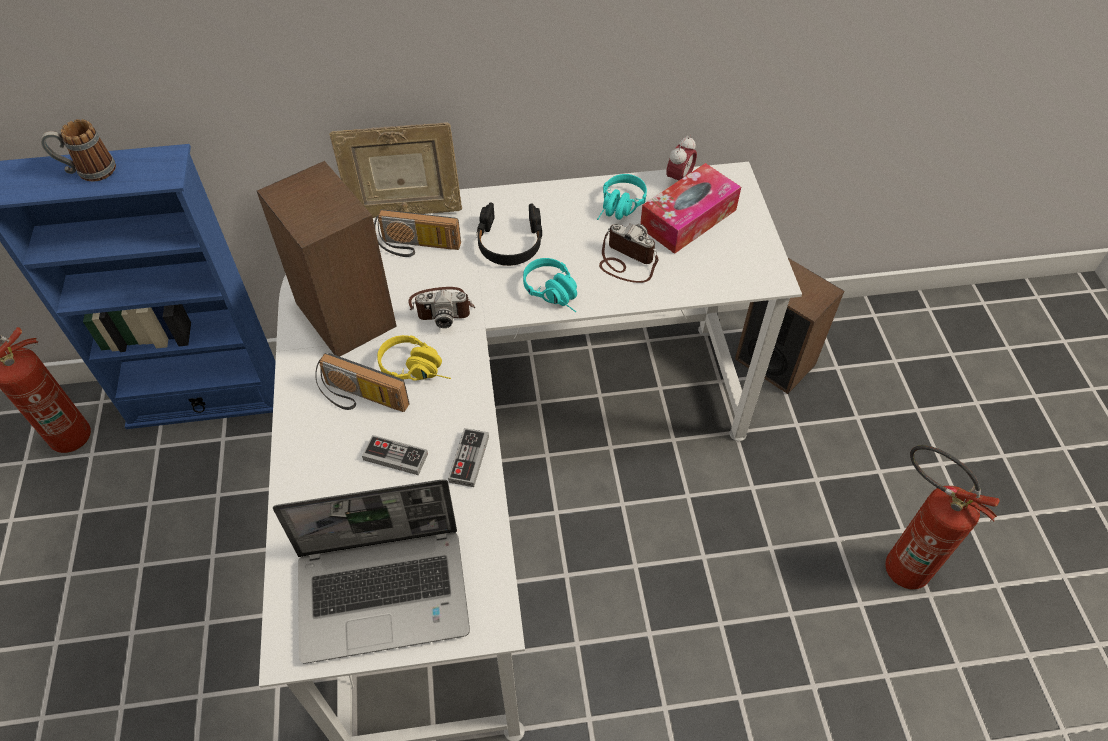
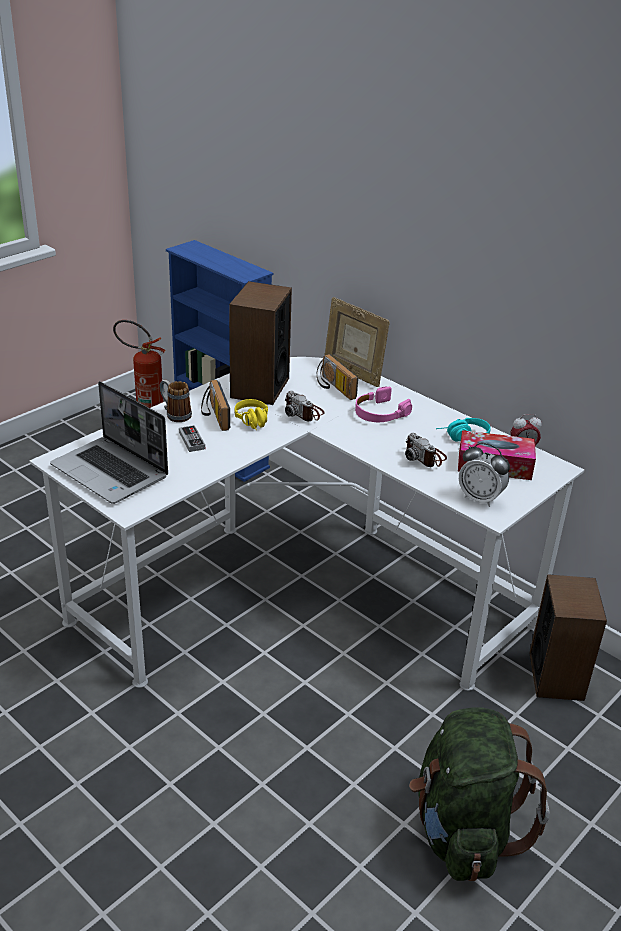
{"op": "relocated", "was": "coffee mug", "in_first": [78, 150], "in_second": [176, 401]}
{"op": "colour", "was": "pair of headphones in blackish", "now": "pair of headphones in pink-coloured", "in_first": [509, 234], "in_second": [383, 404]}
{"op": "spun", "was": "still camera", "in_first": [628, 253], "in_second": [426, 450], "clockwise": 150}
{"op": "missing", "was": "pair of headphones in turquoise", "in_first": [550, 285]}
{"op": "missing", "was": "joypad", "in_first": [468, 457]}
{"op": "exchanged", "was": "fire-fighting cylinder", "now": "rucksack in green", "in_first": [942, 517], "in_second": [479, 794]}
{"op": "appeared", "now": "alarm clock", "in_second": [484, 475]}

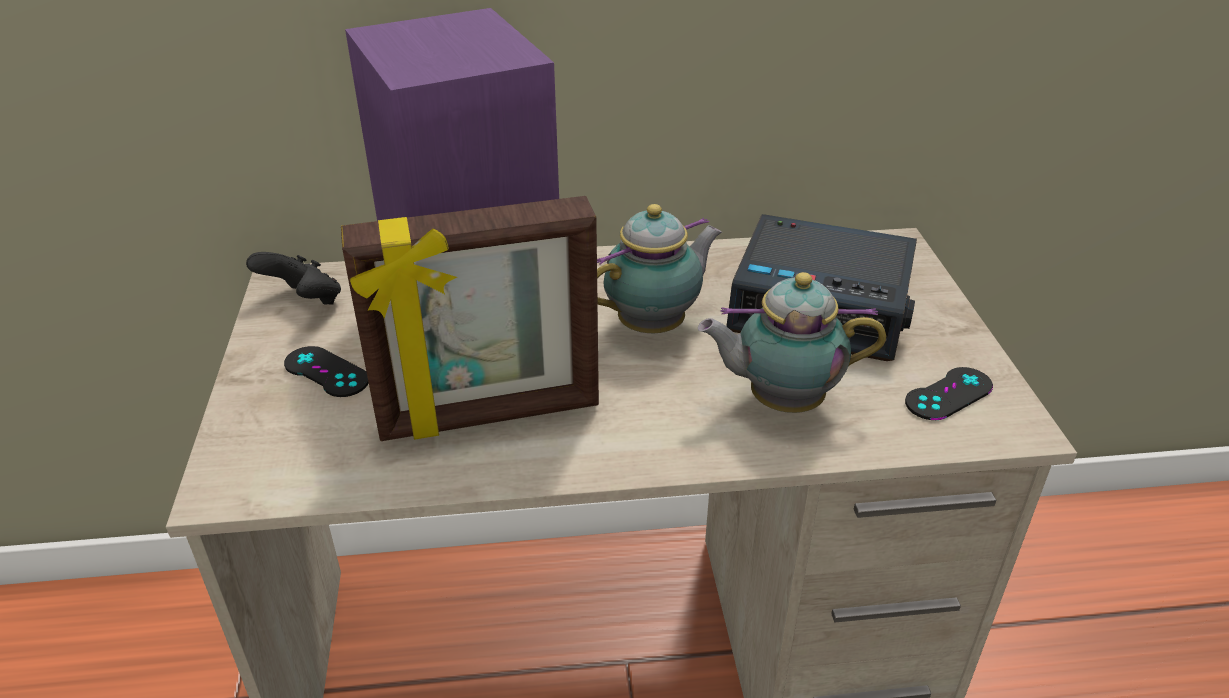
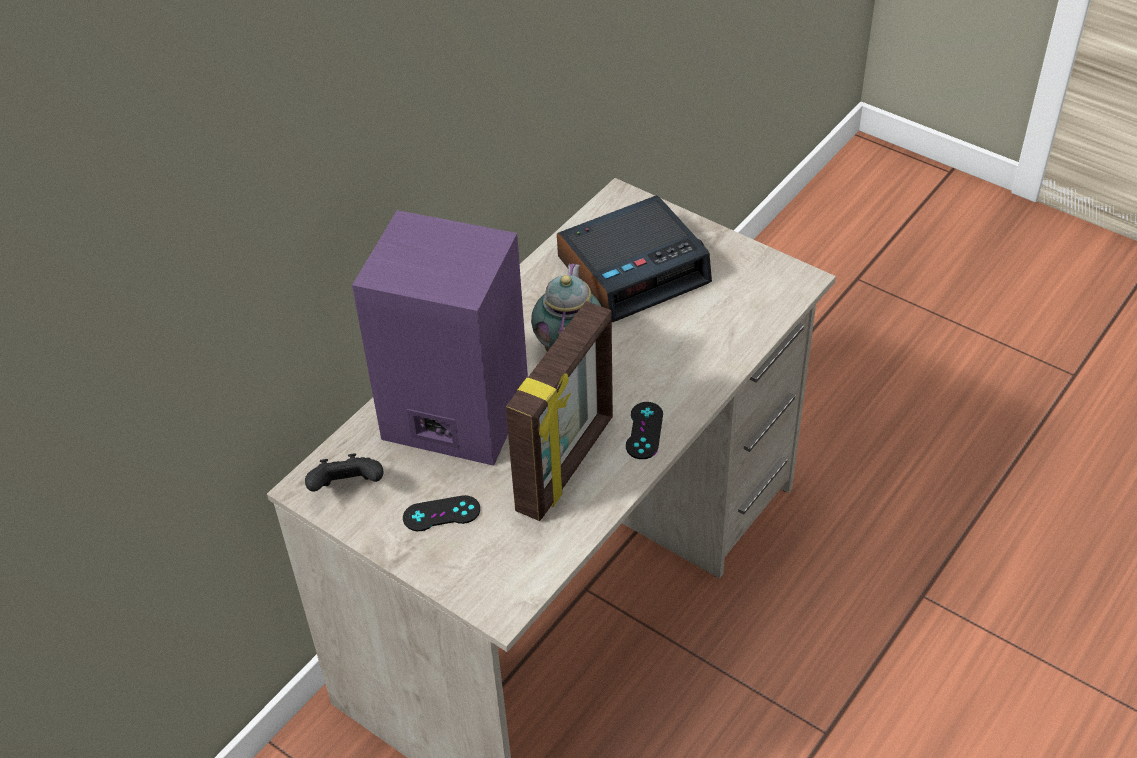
{"op": "missing", "was": "pot for tea", "in_first": [792, 342]}
{"op": "relocated", "was": "joypad in blackish", "in_first": [949, 393], "in_second": [644, 430]}

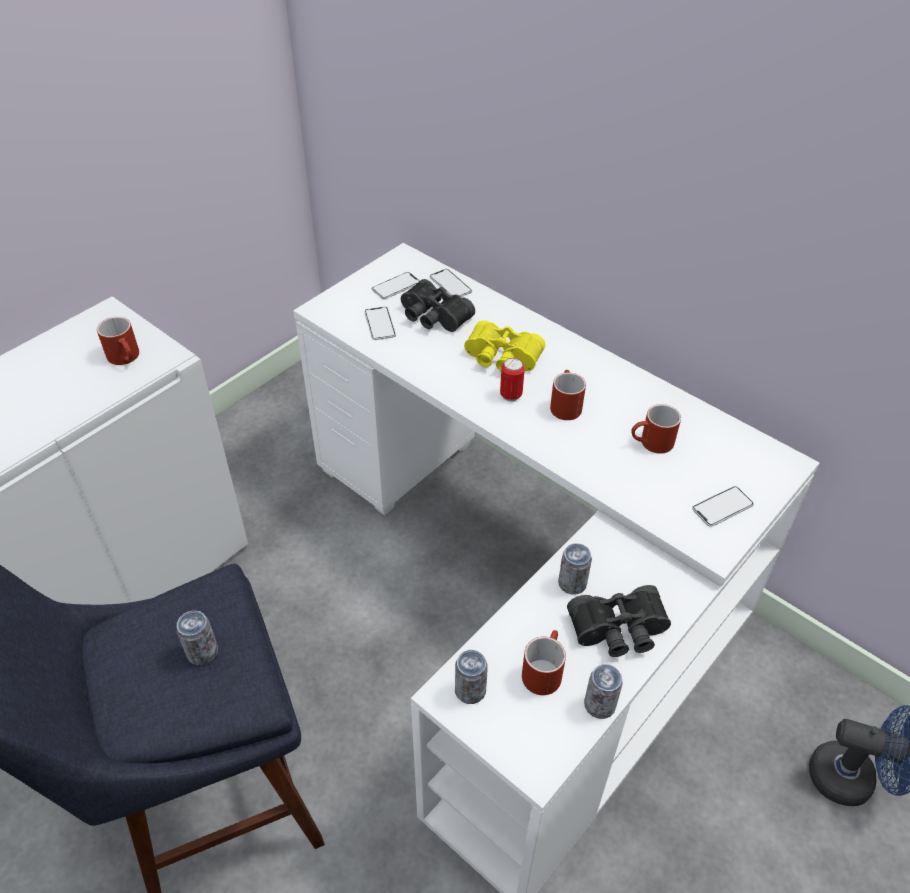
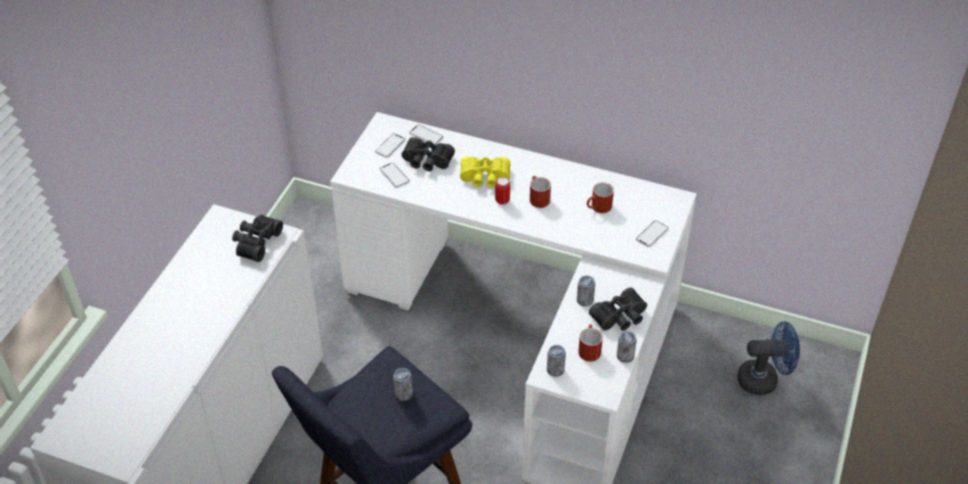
{"op": "exchanged", "was": "coffee mug in red-coloured", "now": "field glasses in blackish", "in_first": [118, 341], "in_second": [257, 238]}

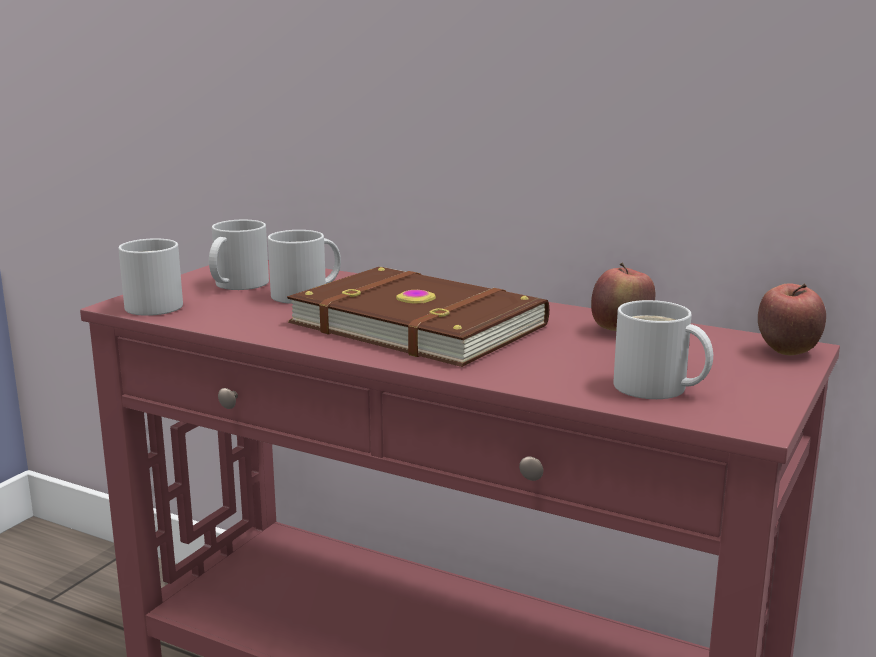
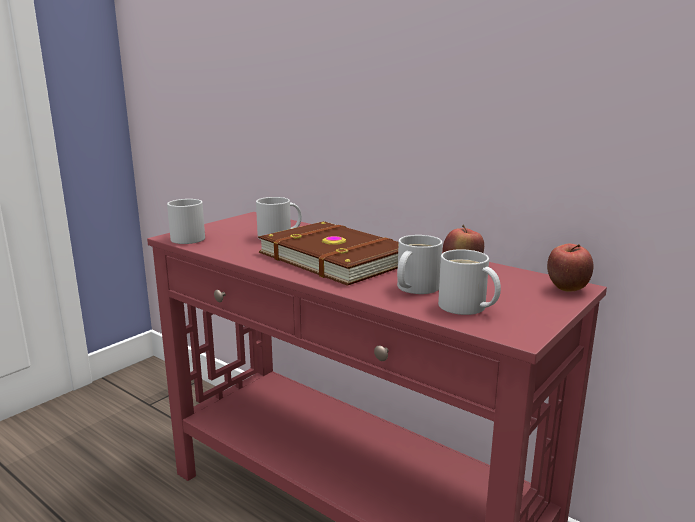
{"op": "relocated", "was": "coffee mug in white", "in_first": [239, 255], "in_second": [420, 264]}

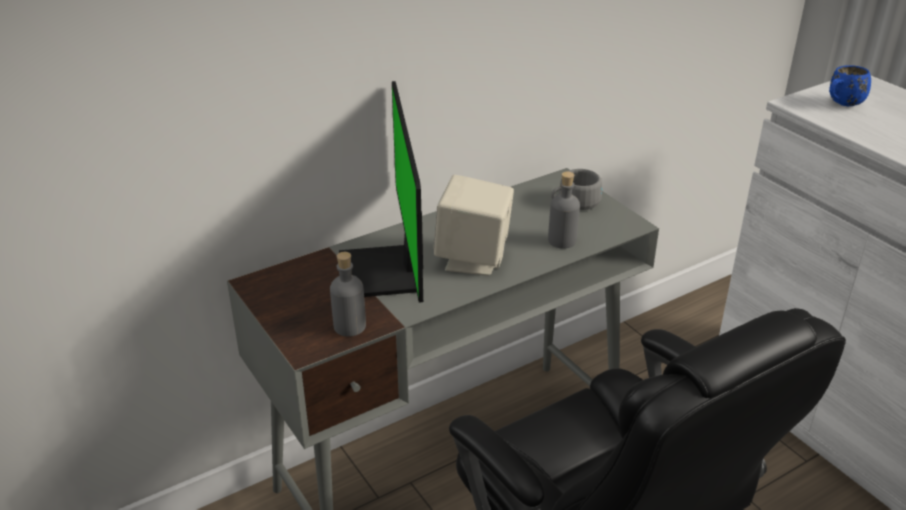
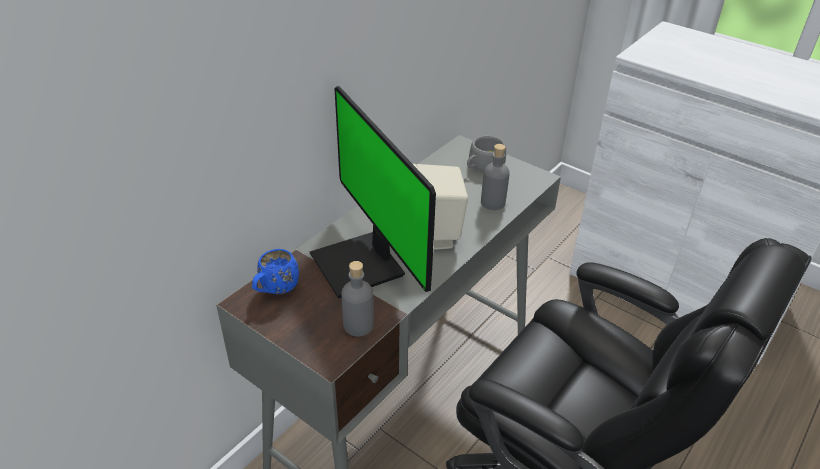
{"op": "relocated", "was": "coffee mug in blue", "in_first": [850, 85], "in_second": [275, 271]}

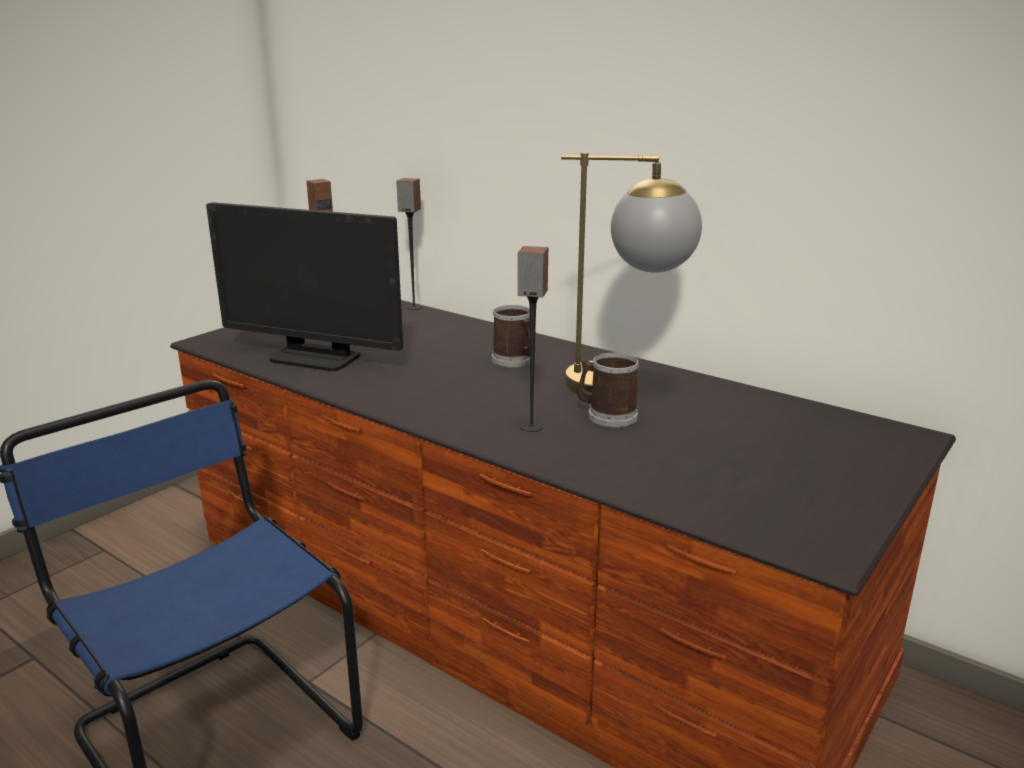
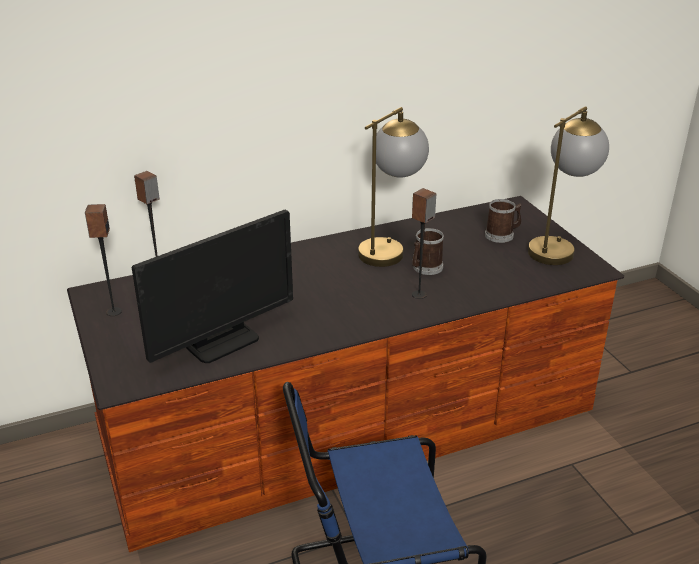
{"op": "relocated", "was": "coffee mug", "in_first": [510, 336], "in_second": [503, 221]}
{"op": "appeared", "now": "table lamp", "in_second": [568, 185]}

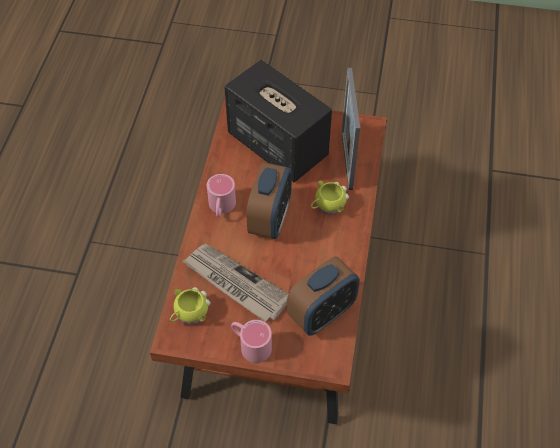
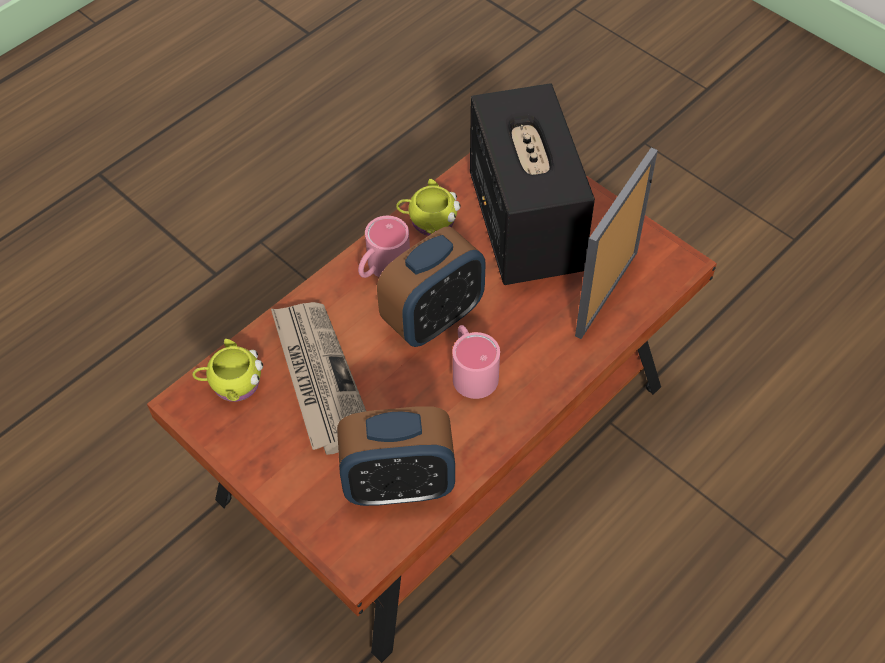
{"op": "relocated", "was": "coffee mug in yellowish", "in_first": [330, 197], "in_second": [428, 207]}
{"op": "relocated", "was": "coffee mug in pink-coloured", "in_first": [251, 341], "in_second": [476, 362]}

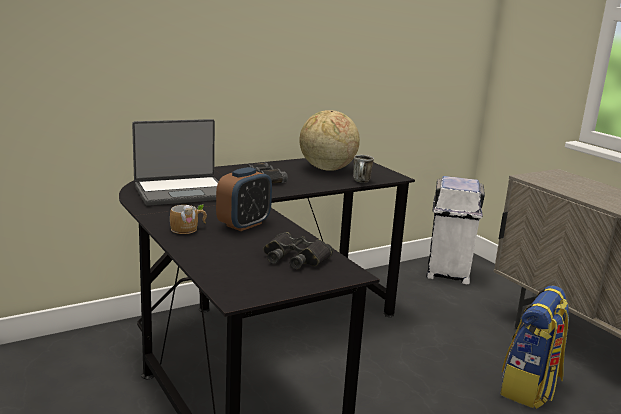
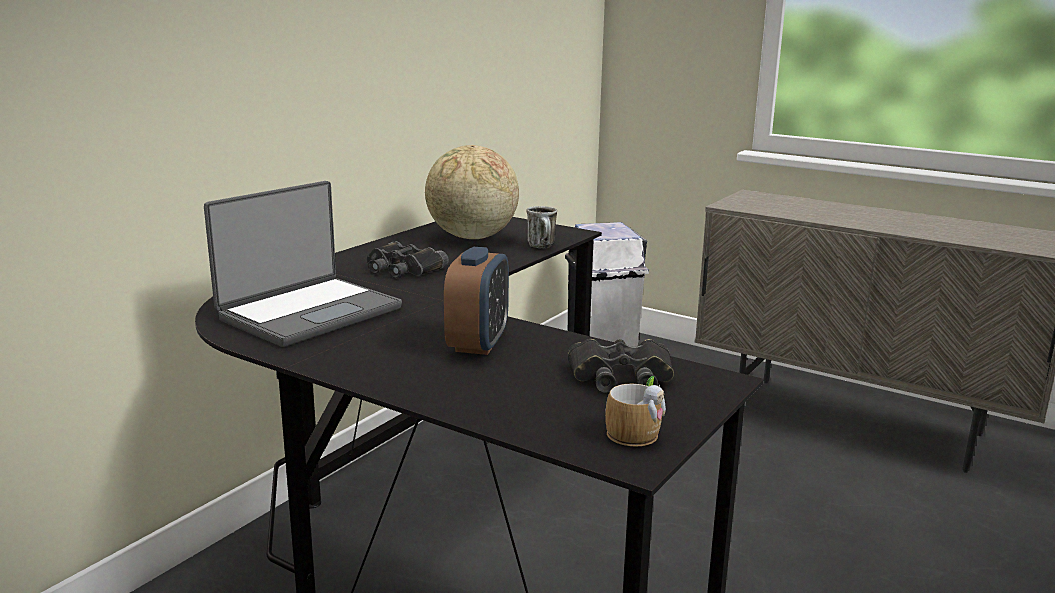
{"op": "relocated", "was": "coffee mug", "in_first": [188, 219], "in_second": [635, 411]}
{"op": "missing", "was": "rucksack", "in_first": [534, 347]}

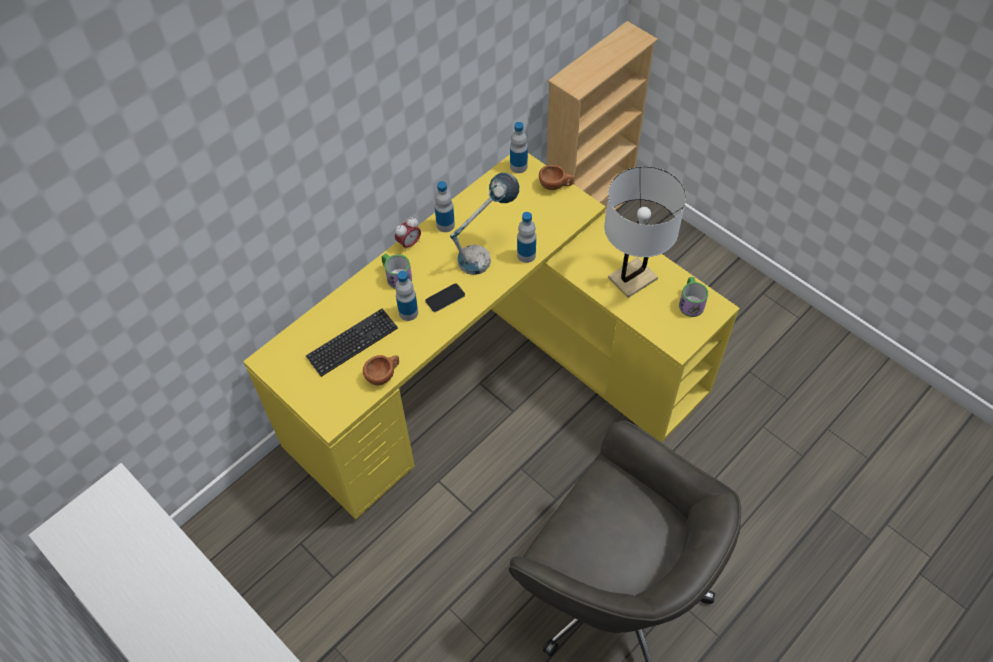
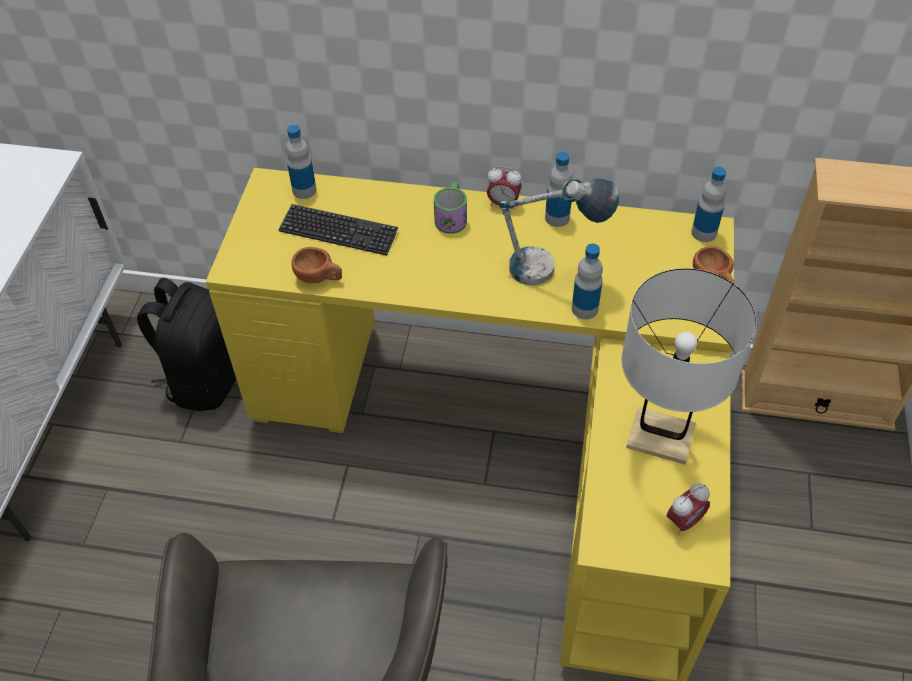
{"op": "relocated", "was": "beverage bottle", "in_first": [406, 296], "in_second": [301, 162]}
{"op": "exchanged", "was": "coffee mug", "now": "alarm clock", "in_first": [693, 297], "in_second": [688, 509]}
{"op": "missing", "was": "handset", "in_first": [445, 297]}
{"op": "appeared", "now": "rucksack in blackish", "in_second": [186, 344]}

